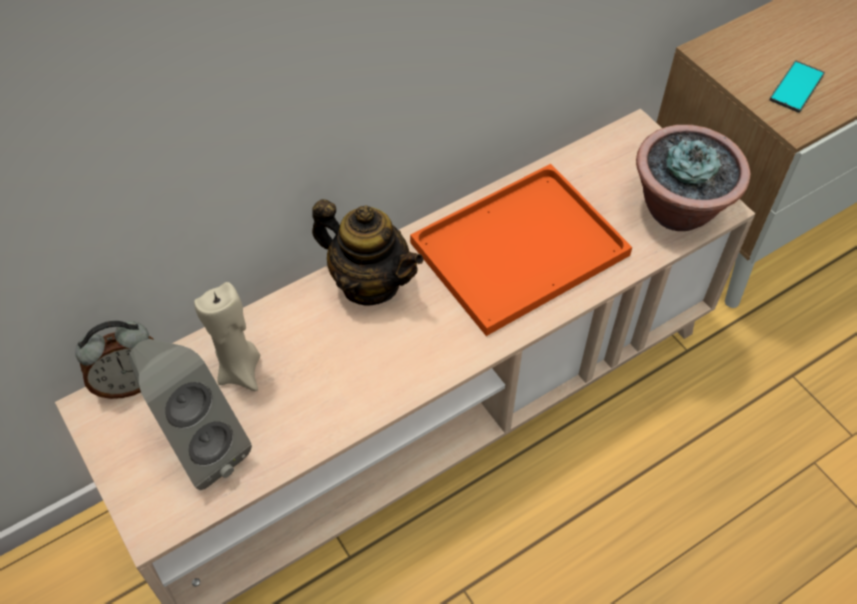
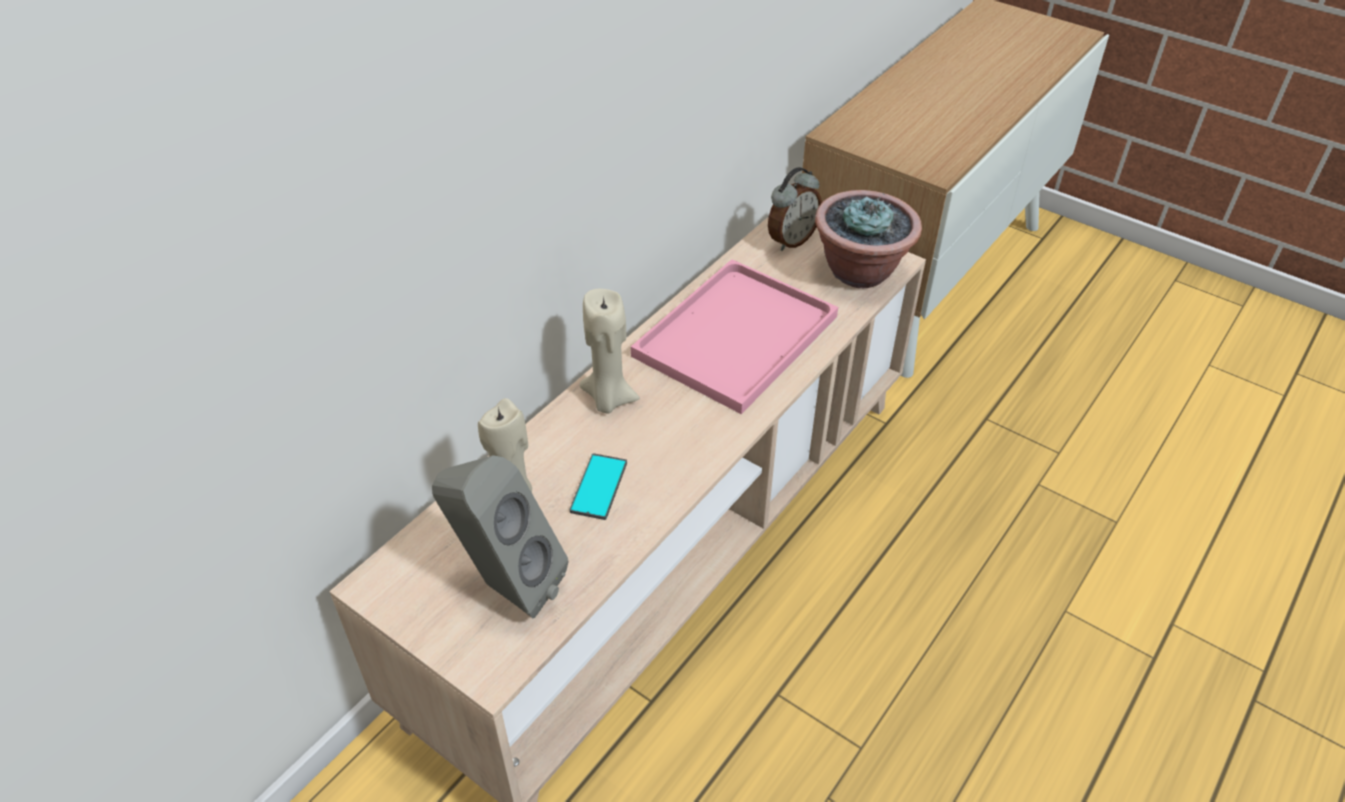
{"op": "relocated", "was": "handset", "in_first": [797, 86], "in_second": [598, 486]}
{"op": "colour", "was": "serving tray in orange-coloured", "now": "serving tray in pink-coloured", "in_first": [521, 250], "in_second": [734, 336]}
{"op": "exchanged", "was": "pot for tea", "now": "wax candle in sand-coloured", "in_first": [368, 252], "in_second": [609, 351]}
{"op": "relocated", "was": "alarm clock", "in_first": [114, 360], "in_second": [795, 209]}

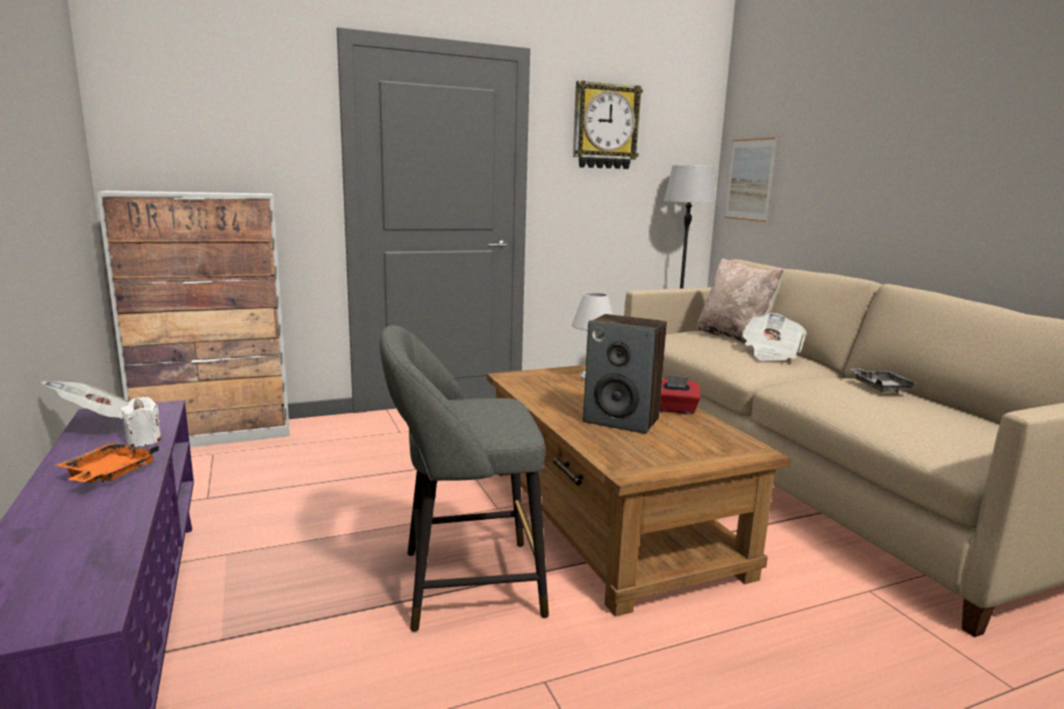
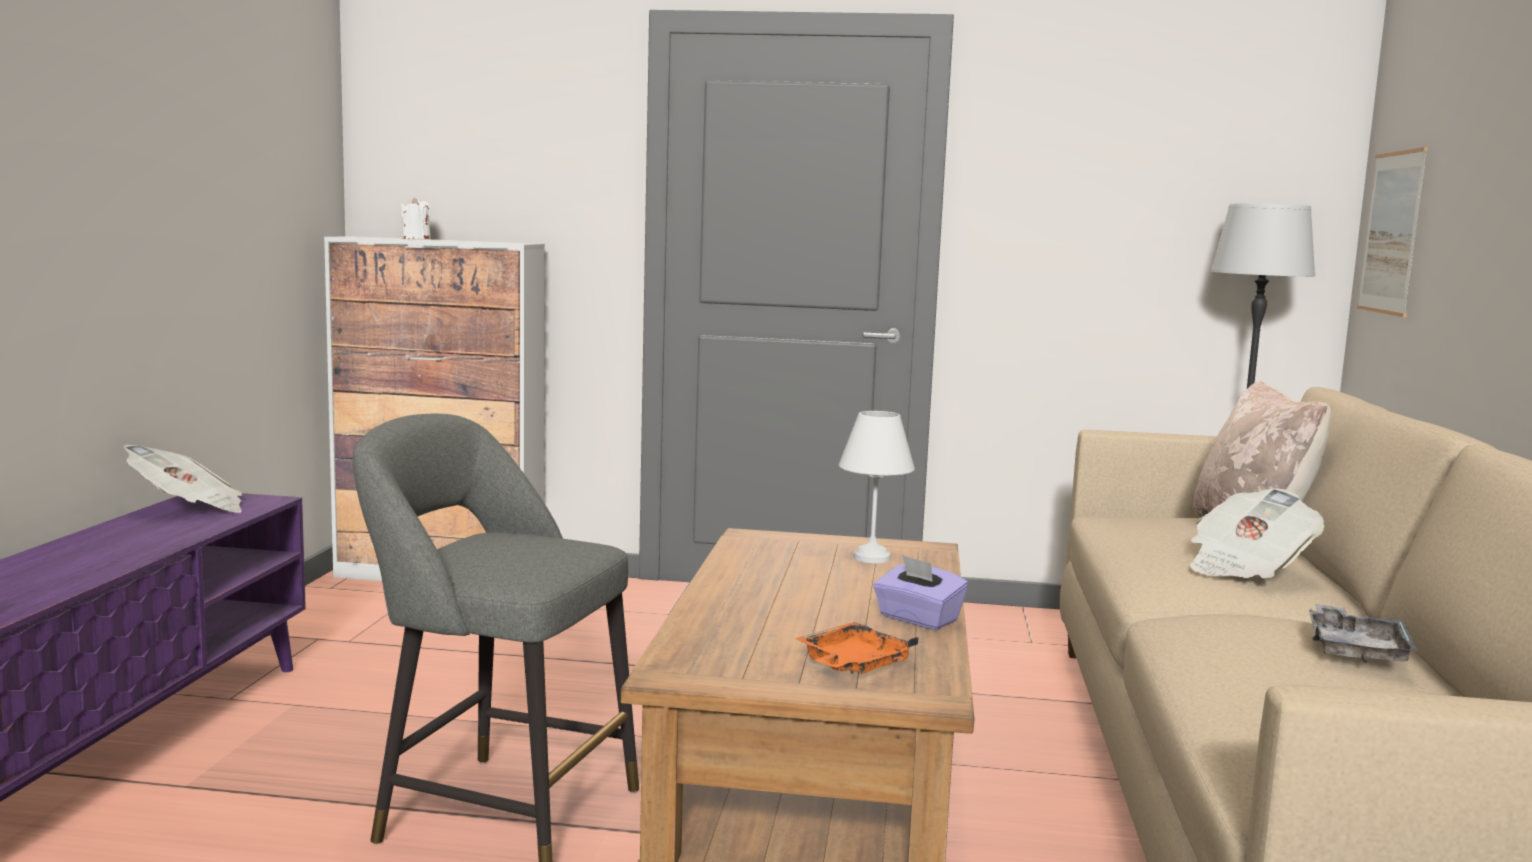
{"op": "missing", "was": "hanging clock", "in_first": [608, 125]}
{"op": "missing", "was": "speaker", "in_first": [625, 374]}
{"op": "colour", "was": "box of tissues in red-coloured", "now": "box of tissues in purple-coloured", "in_first": [680, 394], "in_second": [920, 592]}
{"op": "relocated", "was": "wax candle in white", "in_first": [140, 422], "in_second": [416, 218]}
{"op": "relocated", "was": "serving tray in orange-coloured", "in_first": [107, 463], "in_second": [856, 648]}

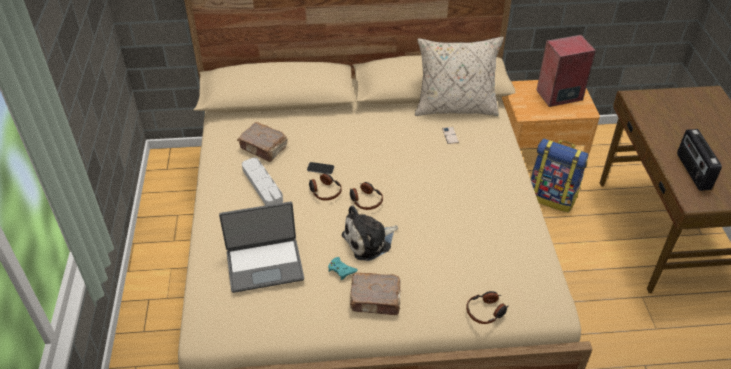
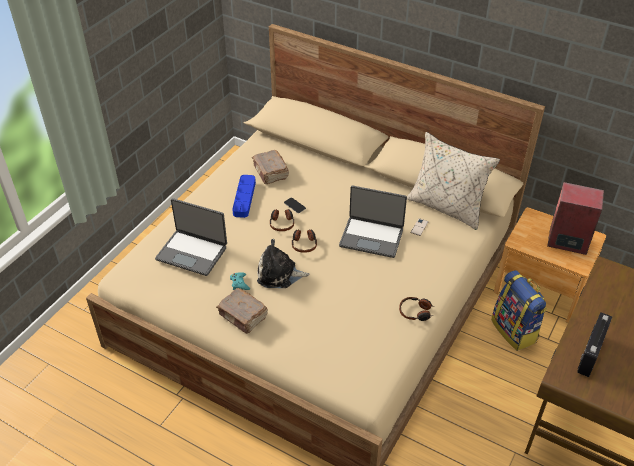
{"op": "colour", "was": "serving tray in greyish", "now": "serving tray in blue", "in_first": [262, 181], "in_second": [244, 196]}
{"op": "relocated", "was": "pair of headphones", "in_first": [487, 307], "in_second": [416, 309]}
{"op": "appeared", "now": "notebook computer", "in_second": [373, 221]}

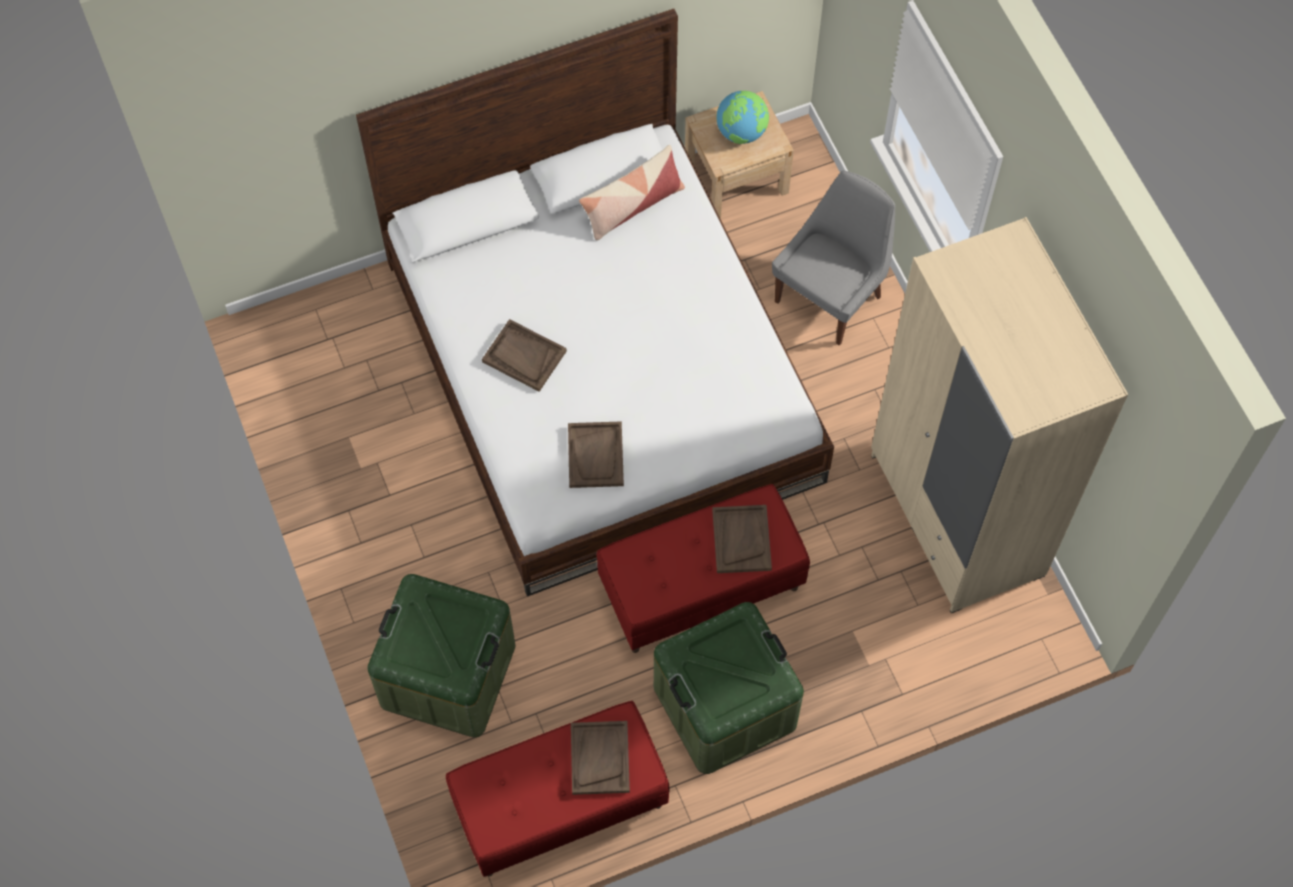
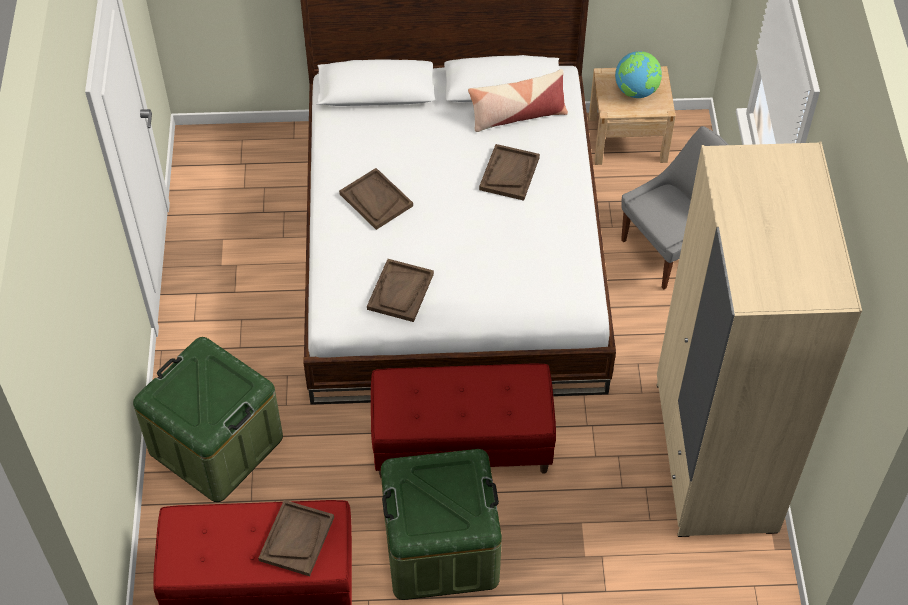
{"op": "relocated", "was": "serving tray in brownish", "in_first": [742, 539], "in_second": [509, 172]}

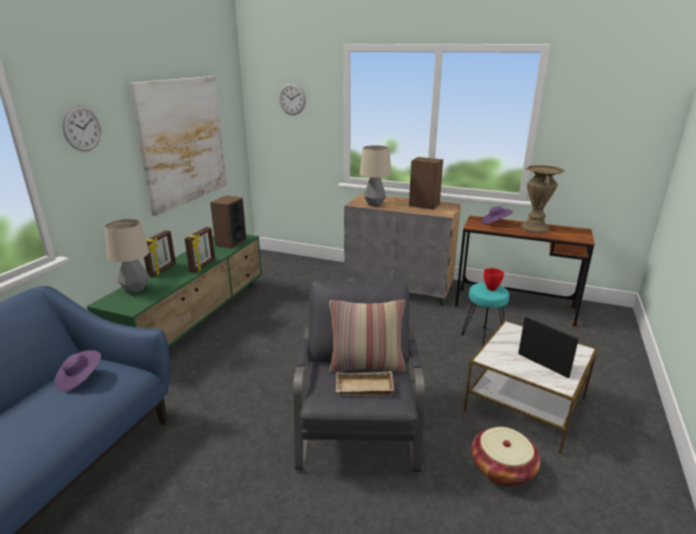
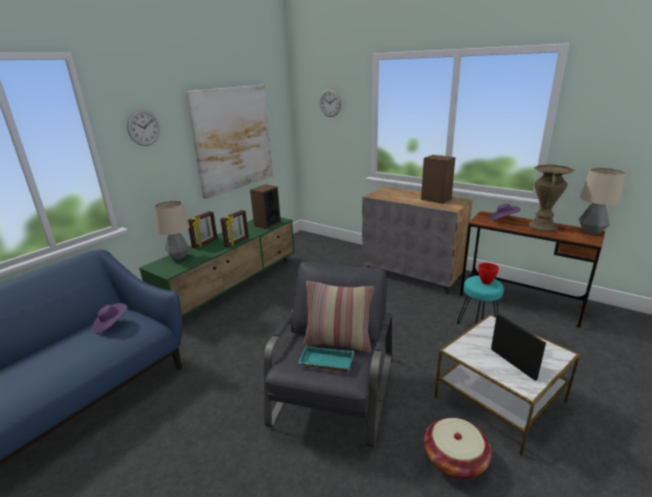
{"op": "relocated", "was": "table lamp", "in_first": [375, 175], "in_second": [602, 201]}
{"op": "colour", "was": "serving tray in sand-coloured", "now": "serving tray in turquoise", "in_first": [365, 383], "in_second": [326, 359]}

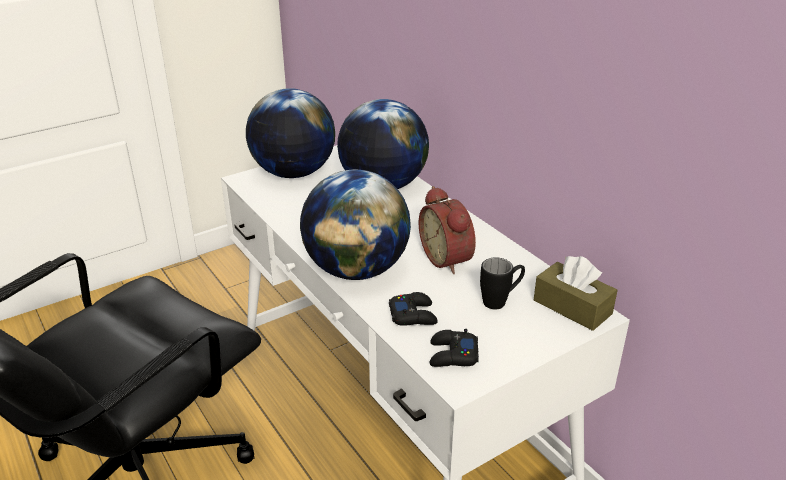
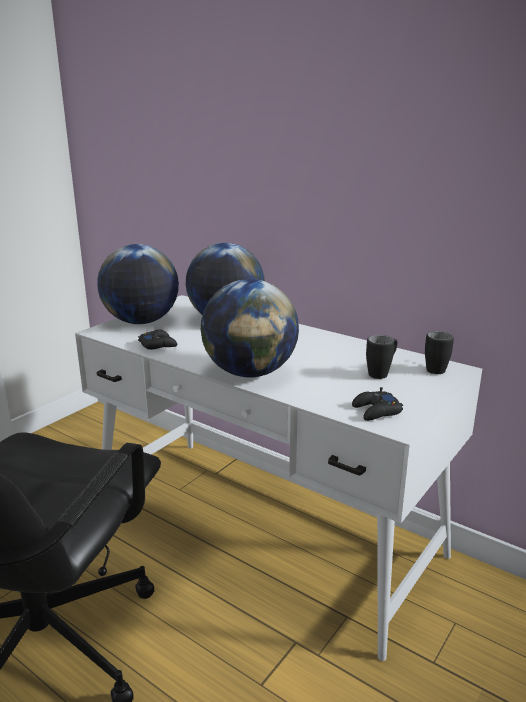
{"op": "missing", "was": "alarm clock", "in_first": [447, 230]}
{"op": "exchanged", "was": "box of tissues in brownish", "now": "coffee mug in blackish", "in_first": [576, 293], "in_second": [439, 352]}
{"op": "relocated", "was": "joypad in blackish", "in_first": [413, 309], "in_second": [157, 339]}

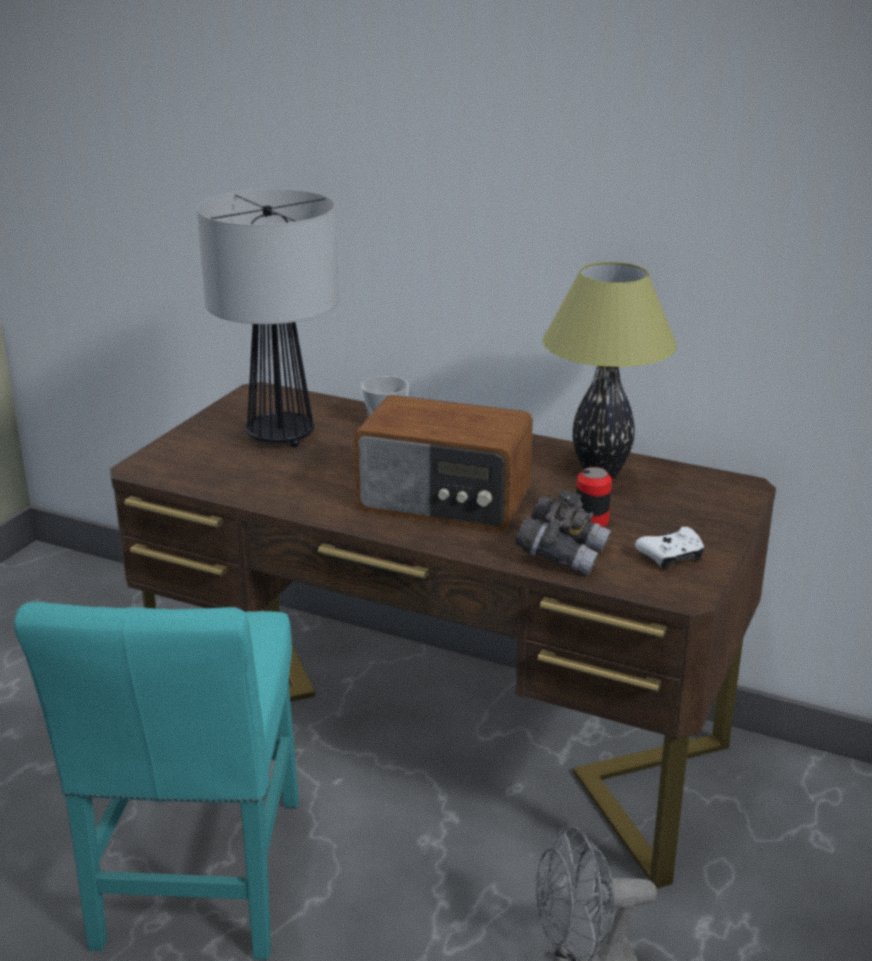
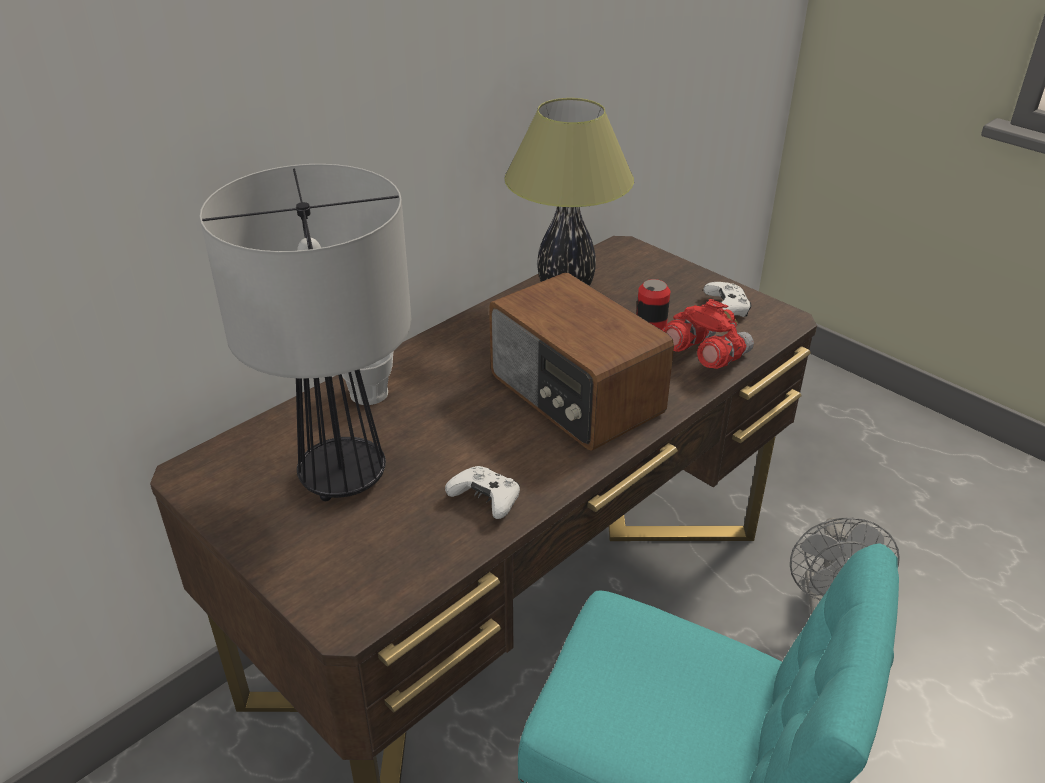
{"op": "spun", "was": "radio receiver", "in_first": [443, 463], "in_second": [581, 362], "clockwise": 105}
{"op": "colour", "was": "field glasses in greyish", "now": "field glasses in red-coloured", "in_first": [563, 532], "in_second": [708, 334]}
{"op": "appeared", "now": "joypad in white", "in_second": [482, 492]}

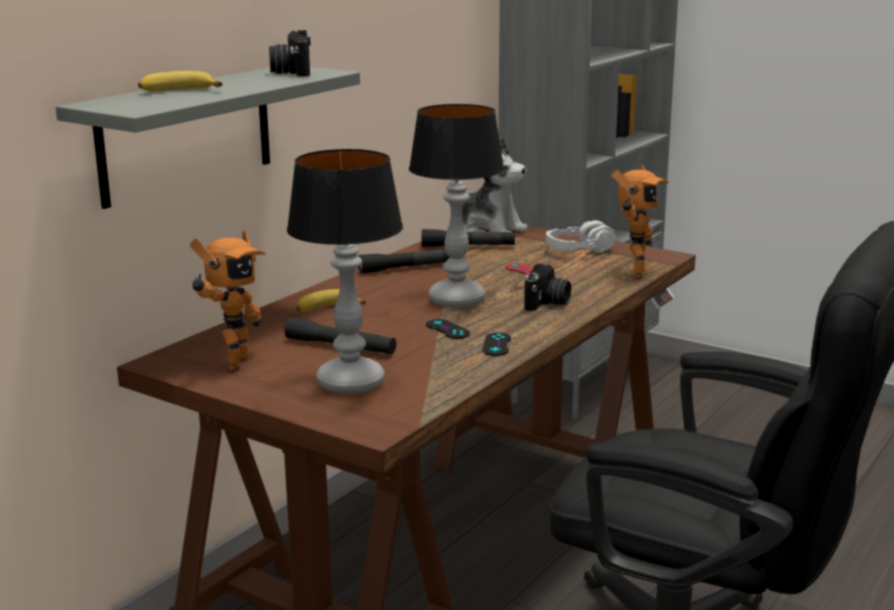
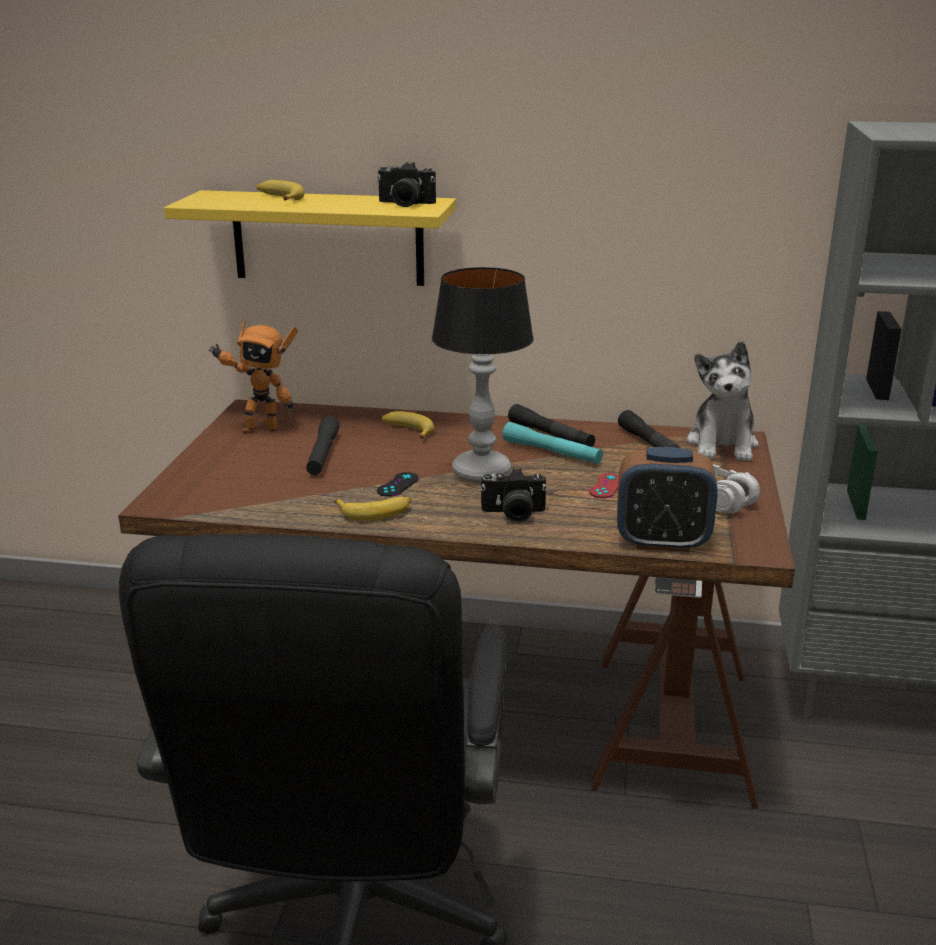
{"op": "spun", "was": "still camera", "in_first": [290, 53], "in_second": [406, 184], "clockwise": -135}
{"op": "colour", "was": "wall shelf in greyish", "now": "wall shelf in yellowish", "in_first": [208, 138], "in_second": [310, 238]}
{"op": "missing", "was": "table lamp", "in_first": [345, 271]}
{"op": "exchanged", "was": "model robot", "now": "alarm clock", "in_first": [640, 222], "in_second": [667, 499]}
{"op": "exchanged", "was": "joypad in blackish", "now": "banana fruit", "in_first": [496, 344], "in_second": [372, 509]}
{"op": "appeared", "now": "hand torch in turquoise", "in_second": [553, 443]}

